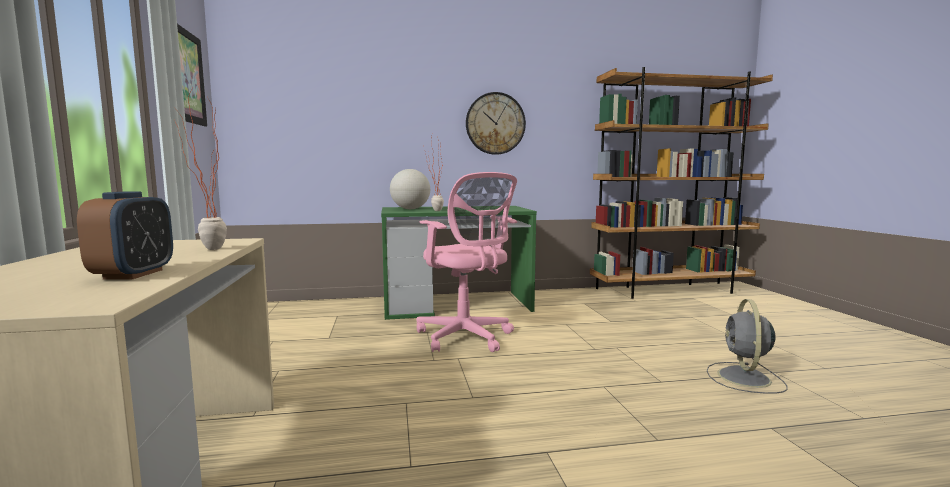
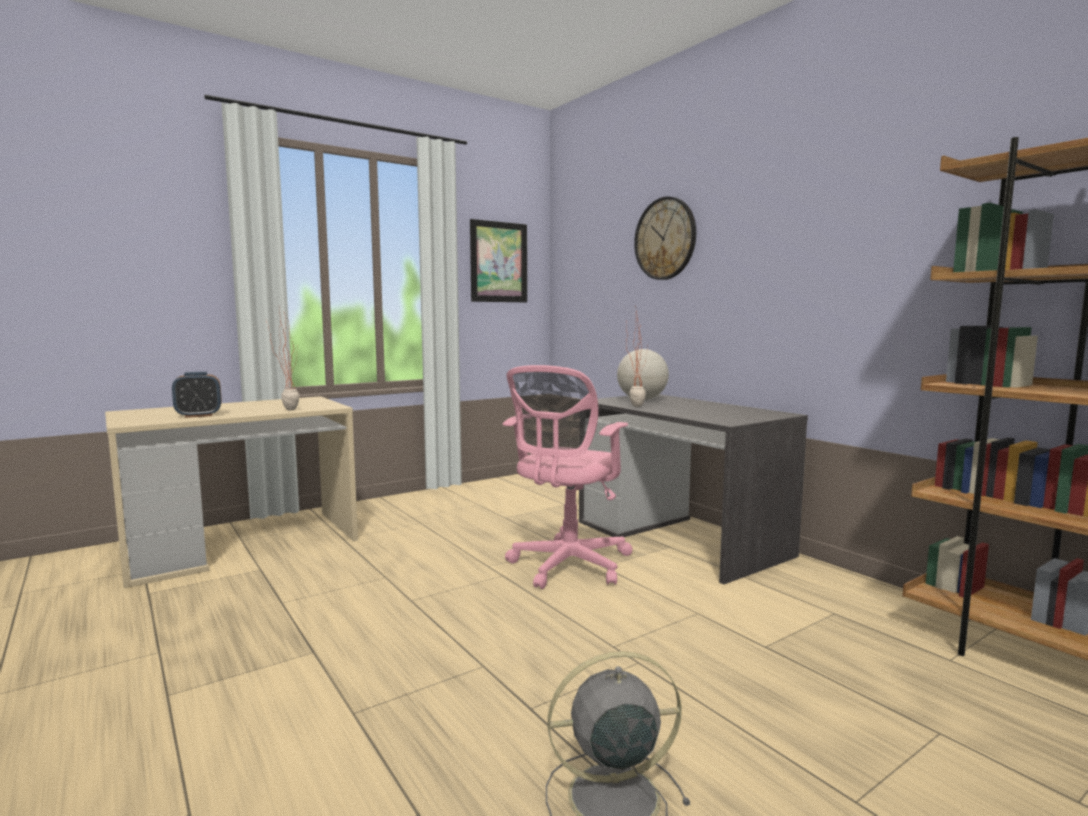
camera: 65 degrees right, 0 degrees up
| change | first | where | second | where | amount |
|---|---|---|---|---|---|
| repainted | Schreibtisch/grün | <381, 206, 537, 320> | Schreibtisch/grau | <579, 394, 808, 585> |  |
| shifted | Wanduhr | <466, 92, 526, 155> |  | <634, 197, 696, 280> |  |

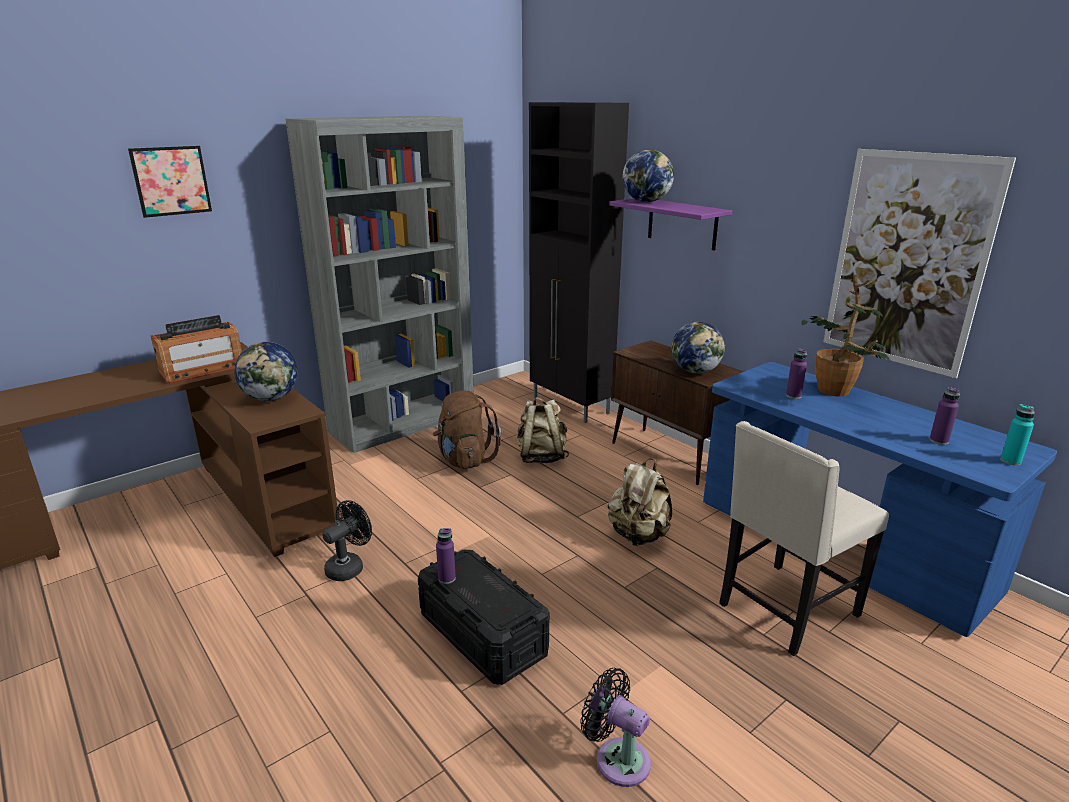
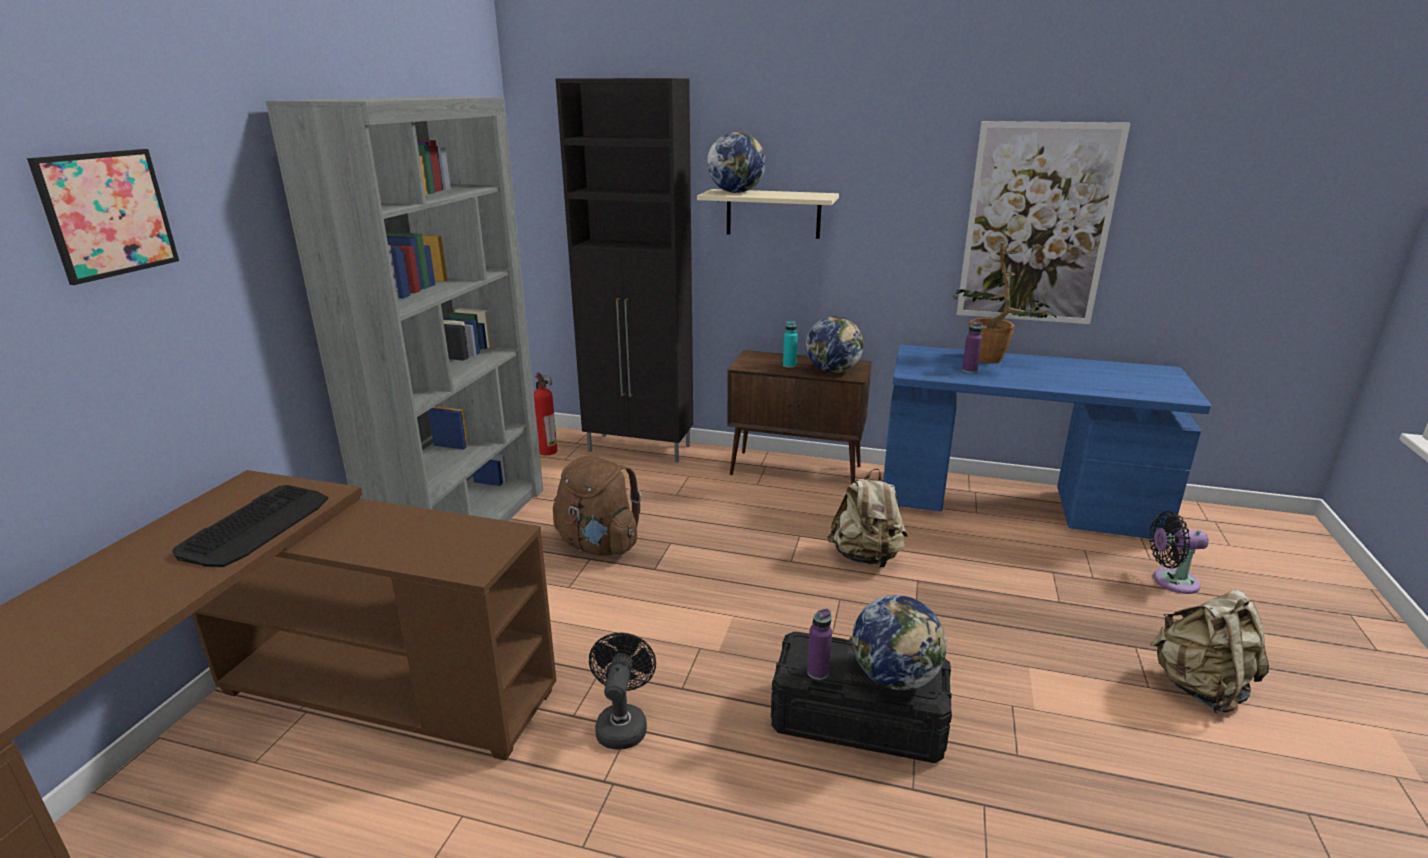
camera: 35 degrees left, 0 degrees up
| change | first | where | second | where | amount |
|---|---|---|---|---|---|
| swapped | Radio | <151, 315, 242, 384> | Tastatur | <172, 485, 328, 567> |  |
| shifted | Globus | <234, 342, 298, 401> |  | <852, 595, 947, 690> |  |
| shifted | Rucksack/beige | <516, 397, 569, 463> |  | <1150, 590, 1269, 713> |  |
| shifted | Ventilator/schwarz | <581, 668, 651, 787> |  | <1149, 511, 1209, 594> |  |
| repainted | Wandregal/lila | <609, 198, 732, 251> | Wandregal/beige | <697, 189, 839, 239> |  |
| gone | Stuhl/beige | <719, 421, 889, 656> |  |  |  |
| gone | Flasche/lila | <930, 387, 960, 445> |  |  |  |
| shifted | Flasche/türkis | <1000, 404, 1035, 466> |  | <783, 321, 798, 368> |  |
| new |  |  | Feuerlöscher | <534, 372, 557, 455> |  |

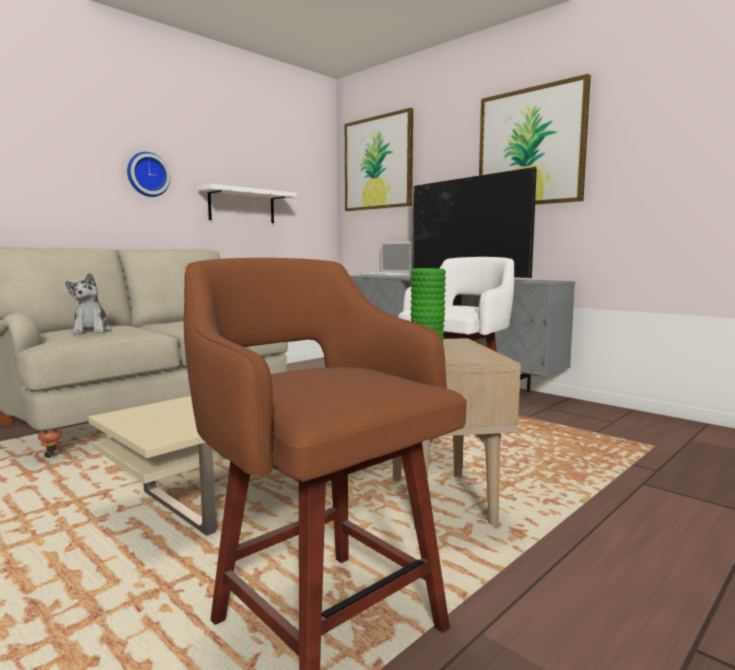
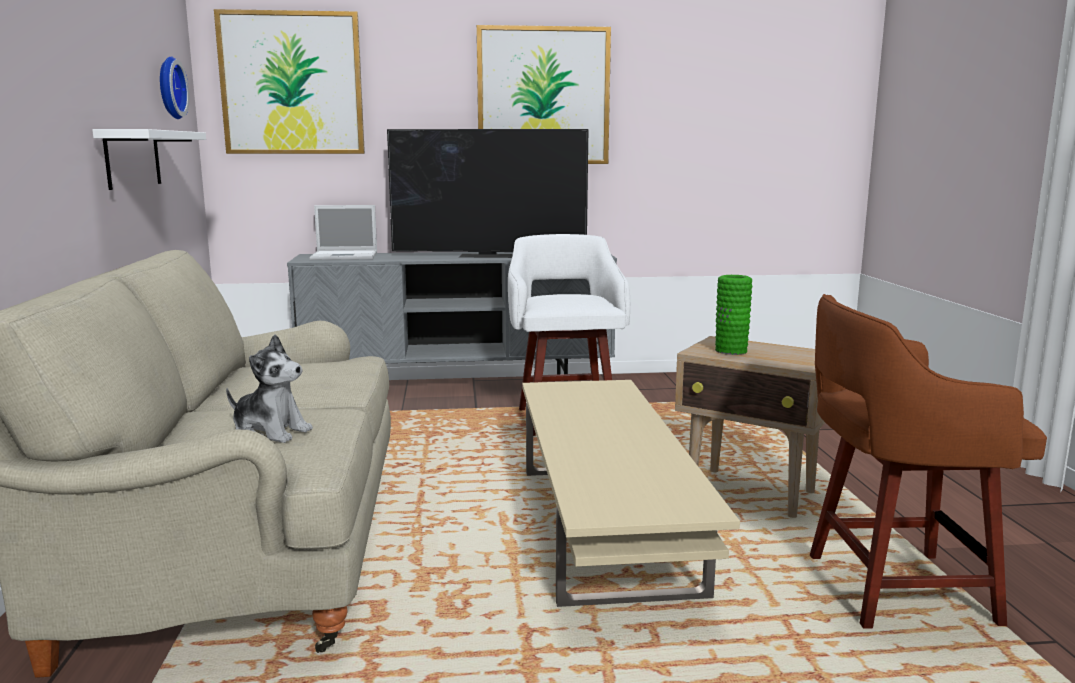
camera: 50 degrees left, 5 degrees up
| change | first | where | second | where | amount |
|---|---|---|---|---|---|
| shifted | Wanduhr | <127, 152, 170, 197> |  | <160, 56, 189, 119> |  |

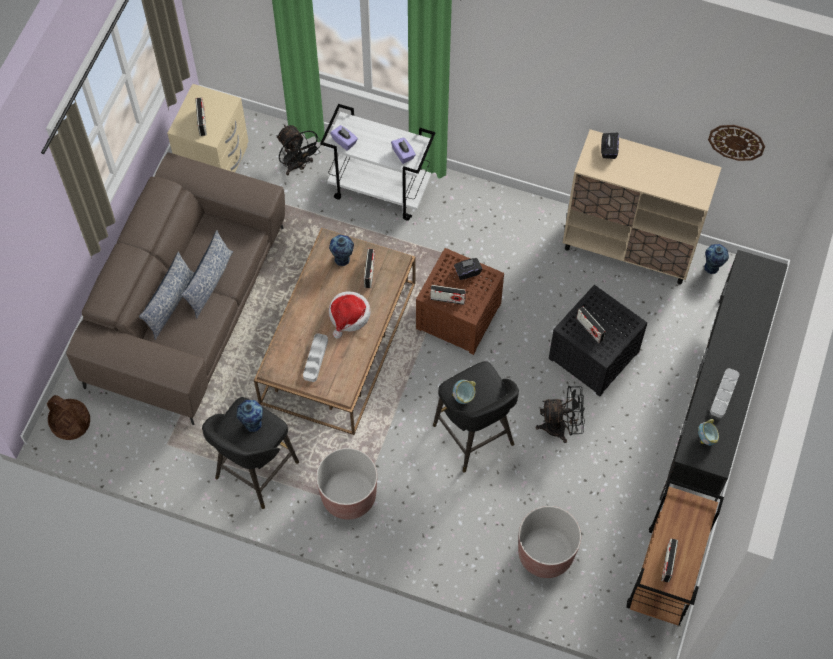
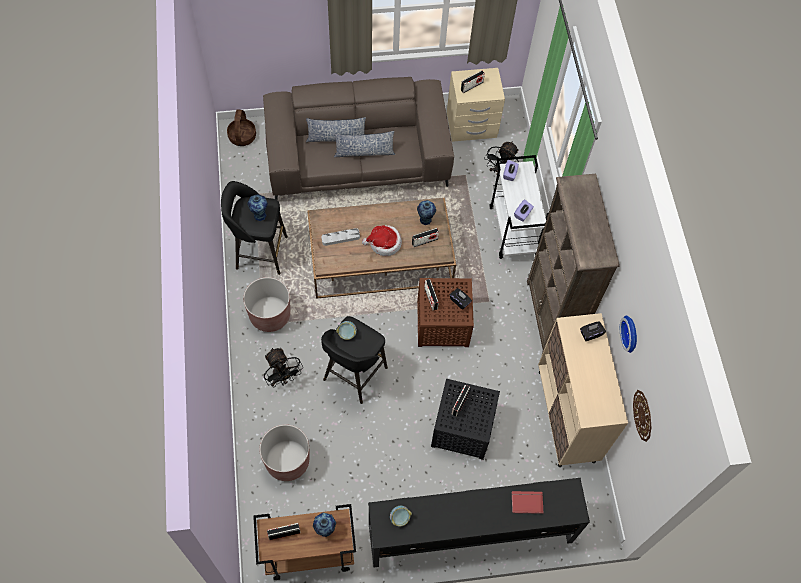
camera: 60 degrees right, 0 degrees up
| change | first | where | second | where | amount |
|---|---|---|---|---|---|
| shifted | Ventilator/schwarz | <535, 386, 585, 443> |  | <264, 348, 303, 387> |  |
| shifted | Vase | <704, 244, 729, 274> |  | <313, 513, 336, 537> |  |
| gone | Tablett/grau | <710, 368, 739, 418> |  |  |  |
| new |  |  | Buch/rot | <512, 491, 544, 514> |  |
| new |  |  | Bücherregal/braun | <527, 174, 620, 353> |  |
| new |  |  | Wanduhr | <620, 316, 637, 353> |  |

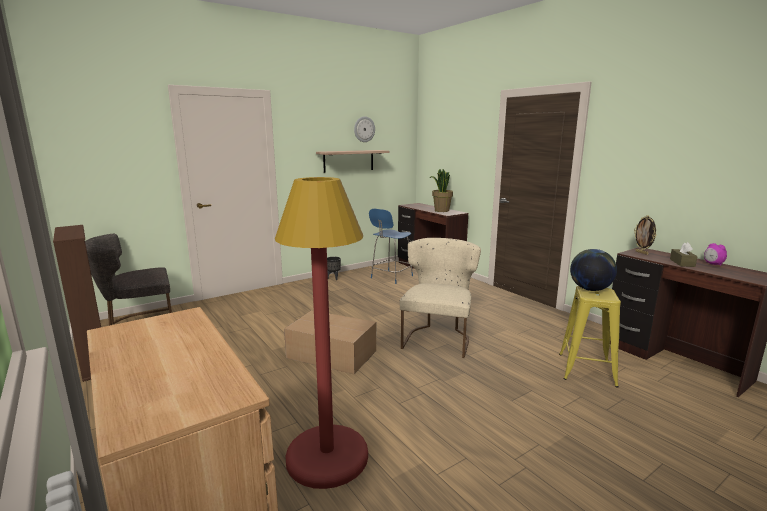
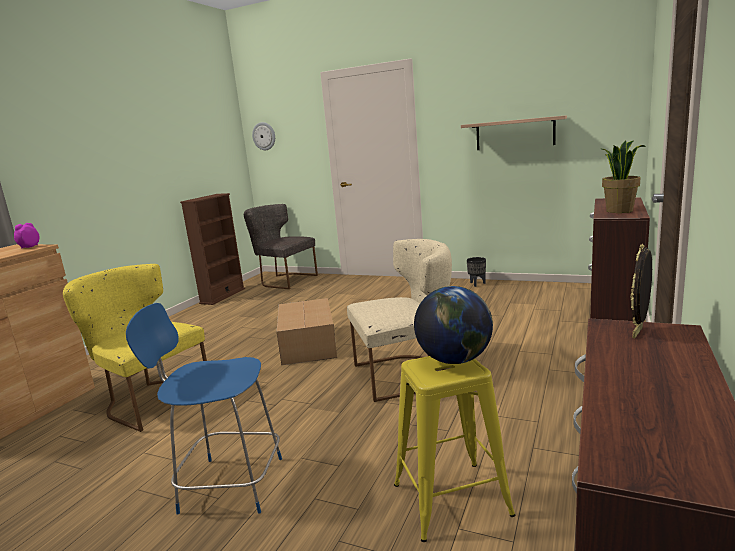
camera: 60 degrees right, 0 degrees up
| change | first | where | second | where | amount |
|---|---|---|---|---|---|
| swapped | Stehlampe/rot | <275, 177, 368, 489> | Stuhl/gelb | <63, 264, 207, 432> |  |
| shifted | Wanduhr | <354, 116, 375, 142> |  | <252, 122, 275, 150> |  |
| shifted | Hocker/blau | <369, 209, 413, 284> |  | <126, 303, 282, 515> |  |
| gone | Taschentuchbox/braun | <670, 242, 698, 267> |  |  |  |
| shifted | Wecker | <704, 243, 727, 266> |  | <14, 223, 40, 249> |  |

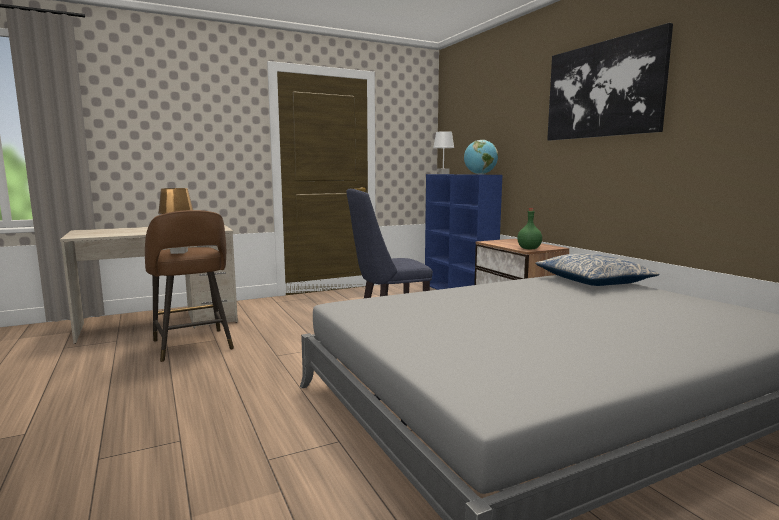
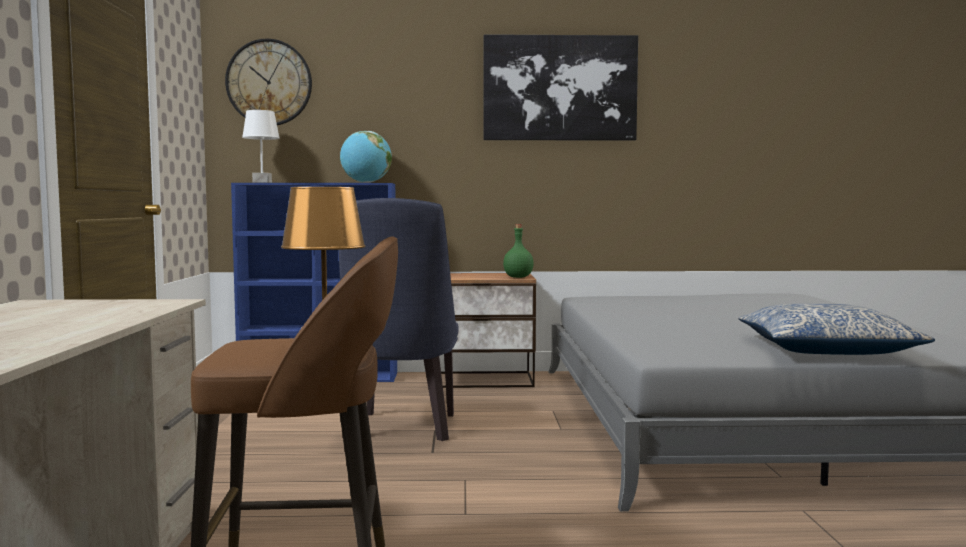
camera: 65 degrees left, 5 degrees down
| change | first | where | second | where | amount |
|---|---|---|---|---|---|
| shifted | Kissen | <535, 253, 660, 286> |  | <739, 304, 935, 355> |  |
| new |  |  | Wanduhr | <225, 39, 312, 125> |  |

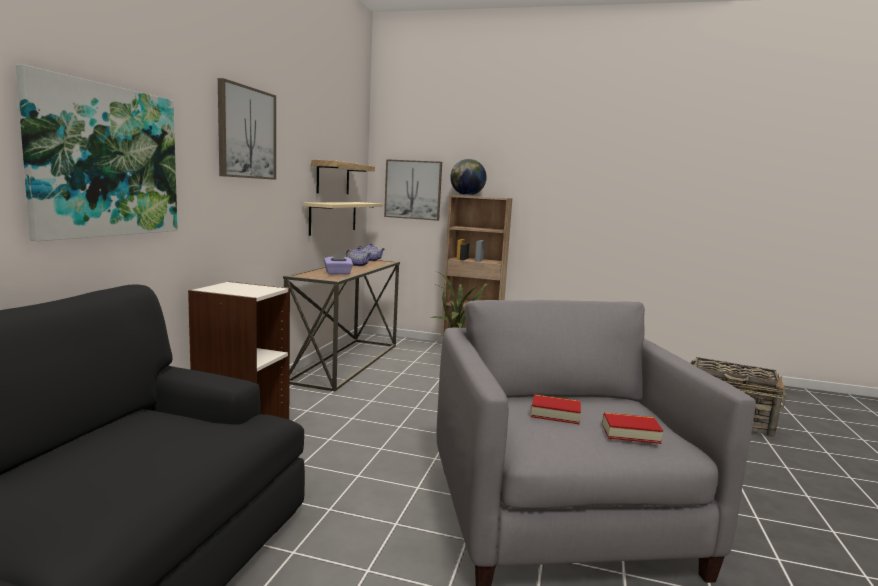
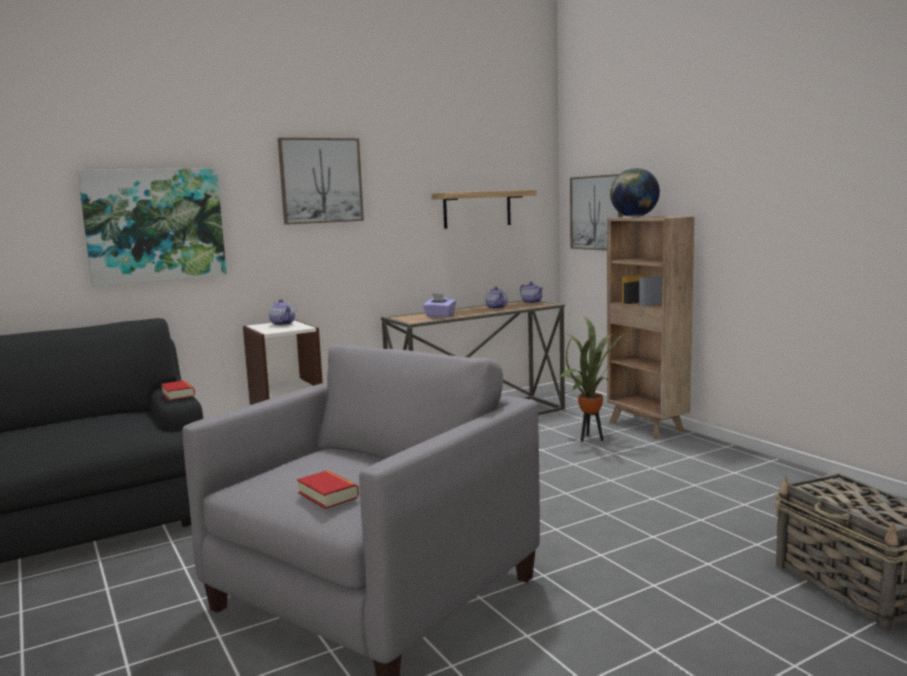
camera: 45 degrees right, 0 degrees up
| change | first | where | second | where | amount |
|---|---|---|---|---|---|
| gone | Wandregal/beige | <303, 202, 383, 236> |  |  |  |
| shifted | Buch | <531, 394, 581, 424> |  | <161, 380, 195, 401> |  |
| new |  |  | Teekanne | <269, 299, 295, 326> |  |

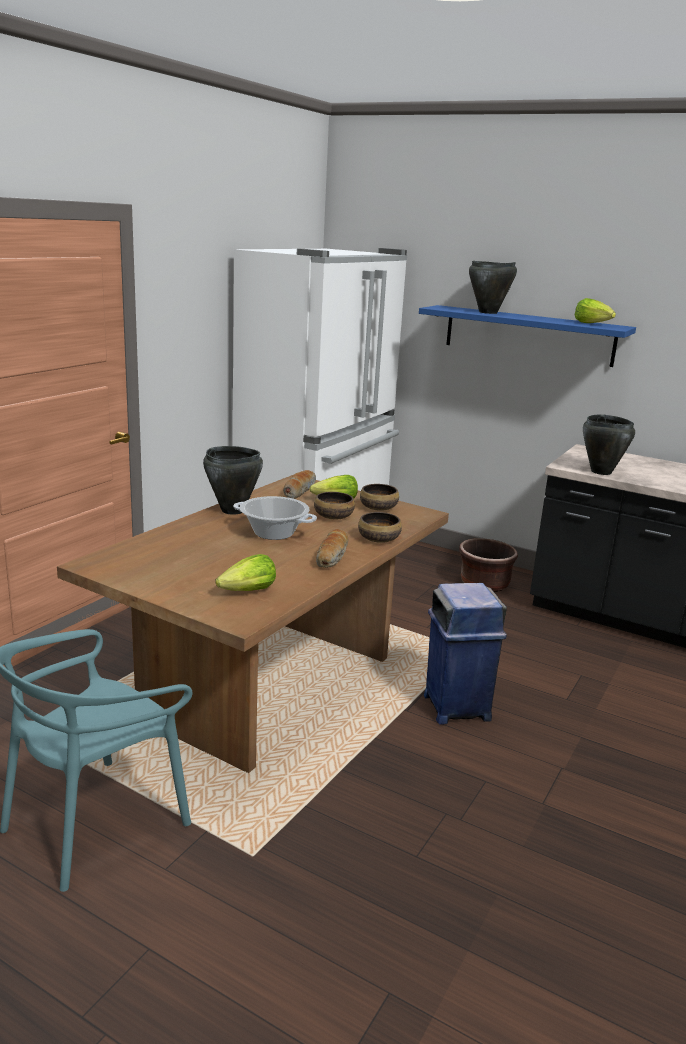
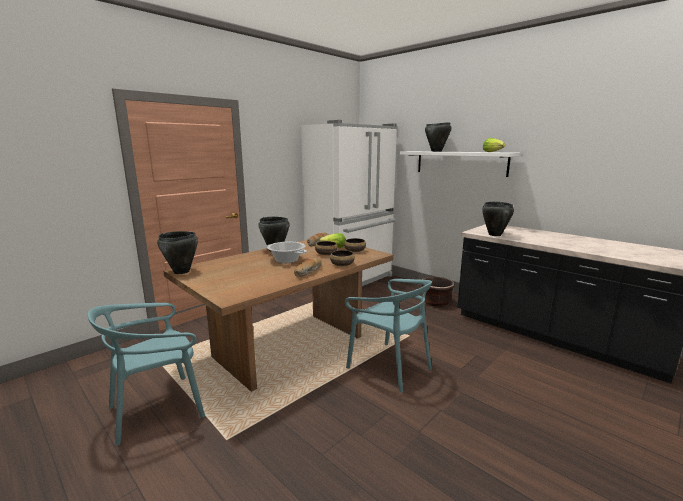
camera: 15 degrees right, 5 degrees down
| change | first | where | second | where | amount |
|---|---|---|---|---|---|
| gone | Salatkopf | <215, 554, 276, 591> |  |  |  |
| repainted | Wandregal/blau | <419, 305, 636, 367> | Wandregal/weiß | <400, 151, 520, 177> |  |
| swapped | Mülleimer/blau | <424, 583, 507, 725> | Stuhl/türkis | <345, 279, 432, 393> |  |
| new |  |  | Kochtopf/schwarz | <157, 231, 198, 274> |  |

